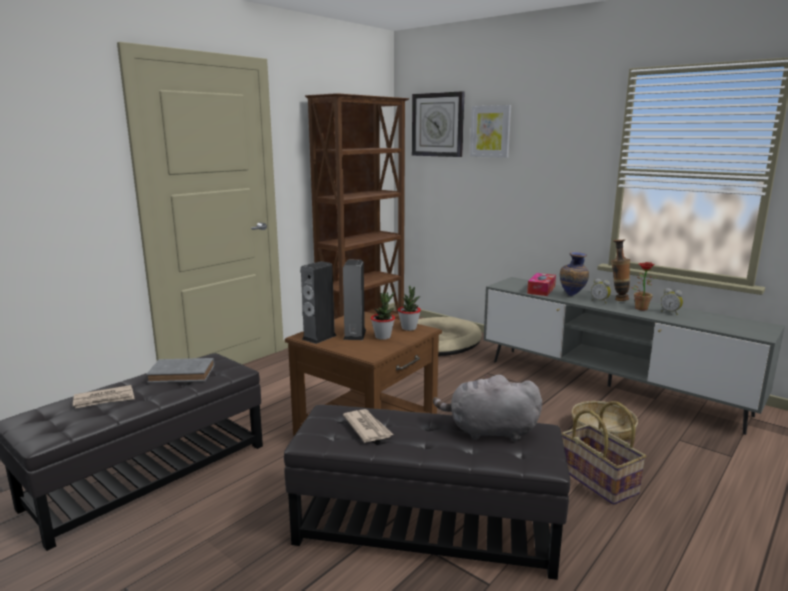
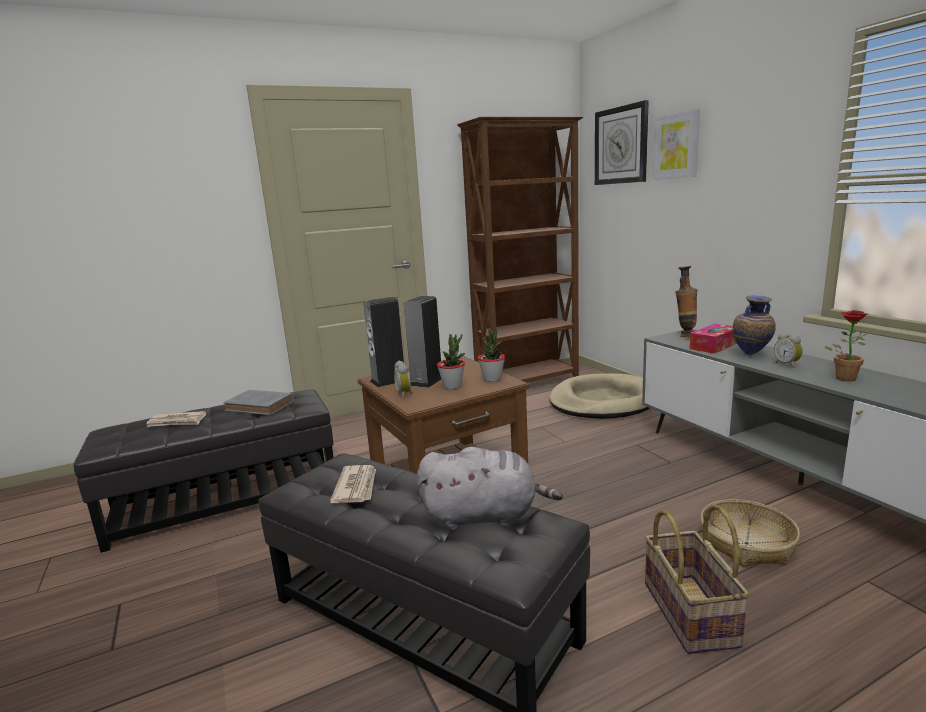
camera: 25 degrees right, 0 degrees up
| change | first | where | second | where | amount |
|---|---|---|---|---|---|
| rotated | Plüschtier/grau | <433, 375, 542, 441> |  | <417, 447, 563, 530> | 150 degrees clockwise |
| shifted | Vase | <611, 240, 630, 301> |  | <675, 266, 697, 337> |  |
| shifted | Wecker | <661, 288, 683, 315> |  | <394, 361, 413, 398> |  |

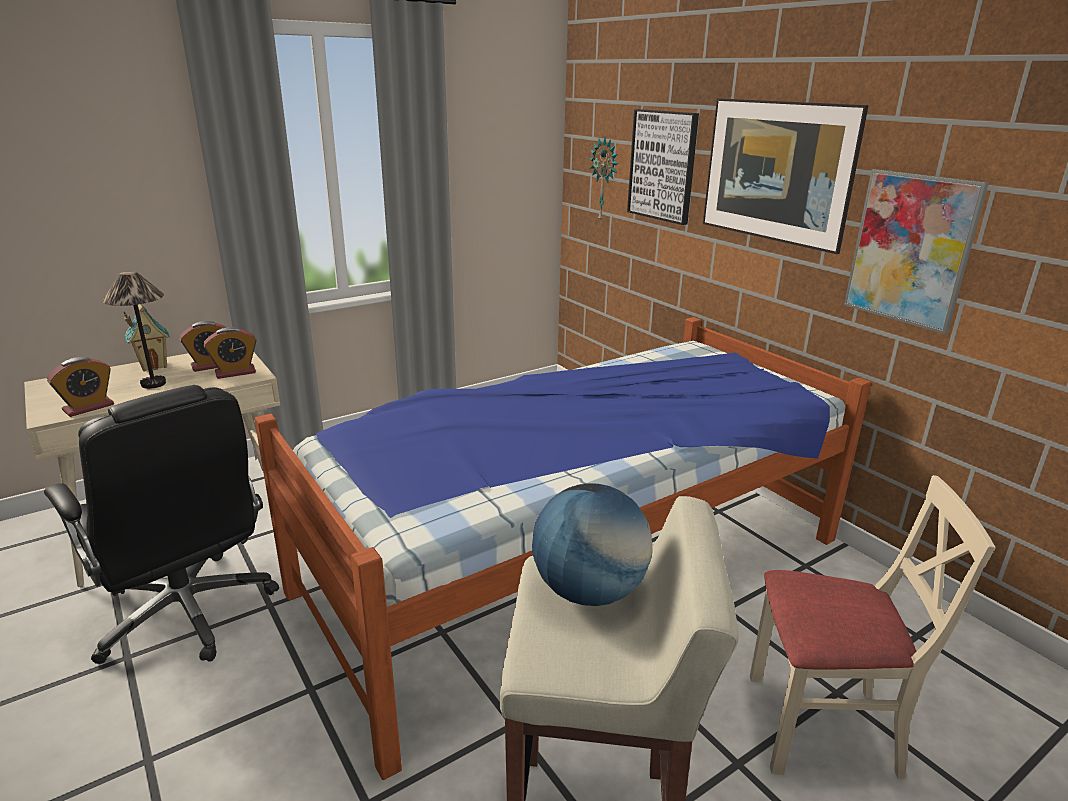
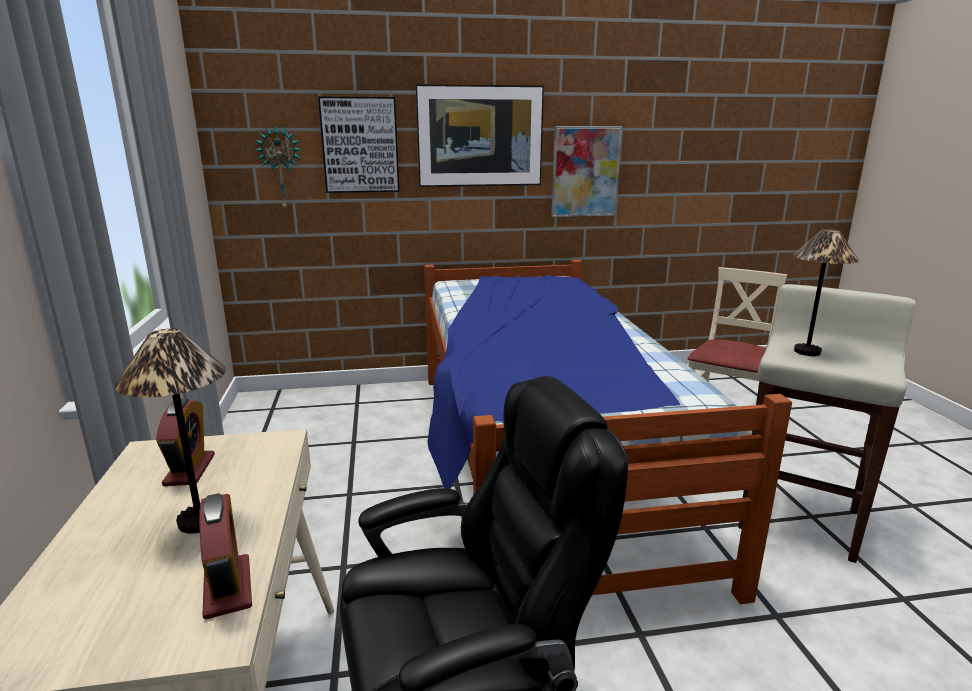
camera: 65 degrees left, 5 degrees down
| change | first | where | second | where | amount |
|---|---|---|---|---|---|
| gone | Spielzeughaus | <123, 304, 170, 371> |  |  |  |
| gone | Wecker | <204, 327, 257, 379> |  |  |  |
| swapped | Globus | <532, 483, 652, 606> | Tischlampe | <793, 229, 859, 356> |  |

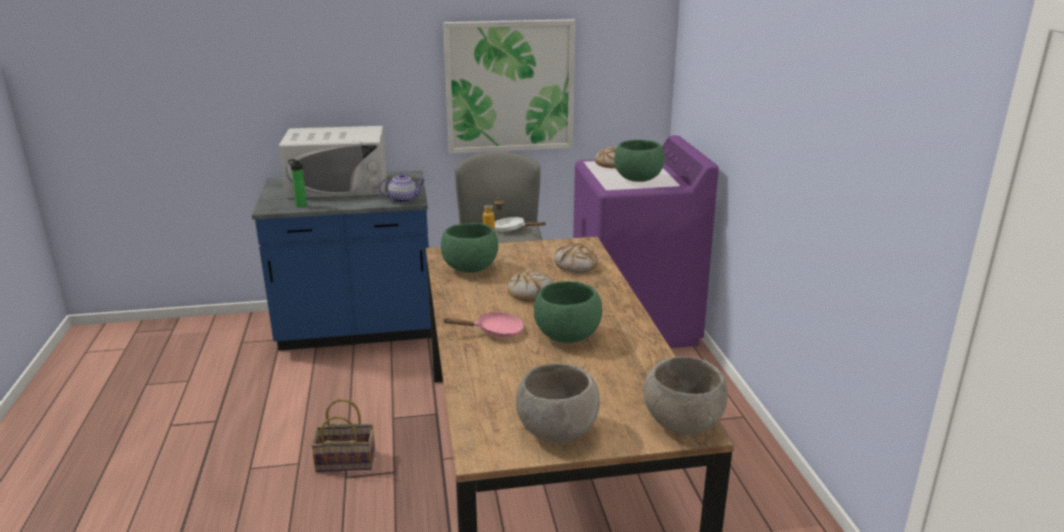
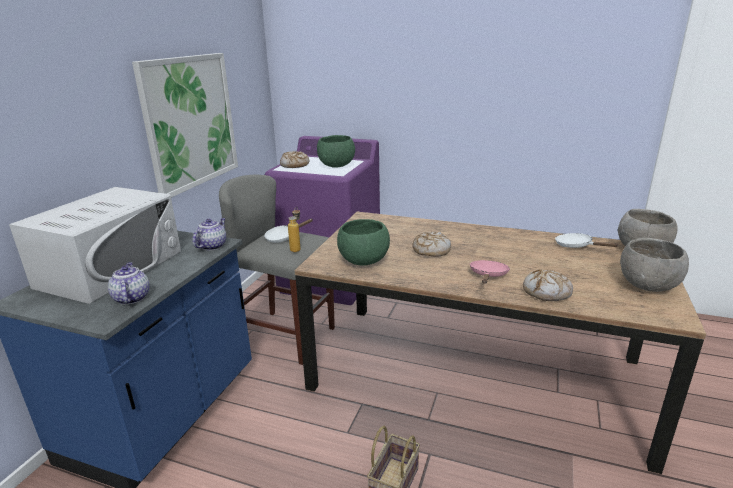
camera: 60 degrees left, 0 degrees up
| change | first | where | second | where | amount |
|---|---|---|---|---|---|
| swapped | Flasche | <288, 159, 307, 208> | Teekanne | <108, 262, 149, 305> |  |
| gone | Schüssel/grün | <534, 281, 602, 343> |  |  |  |
| shifted | Brot | <555, 244, 598, 273> |  | <523, 270, 573, 301> |  |
| new |  |  | Pfanne/weiß | <555, 233, 618, 248> |  |

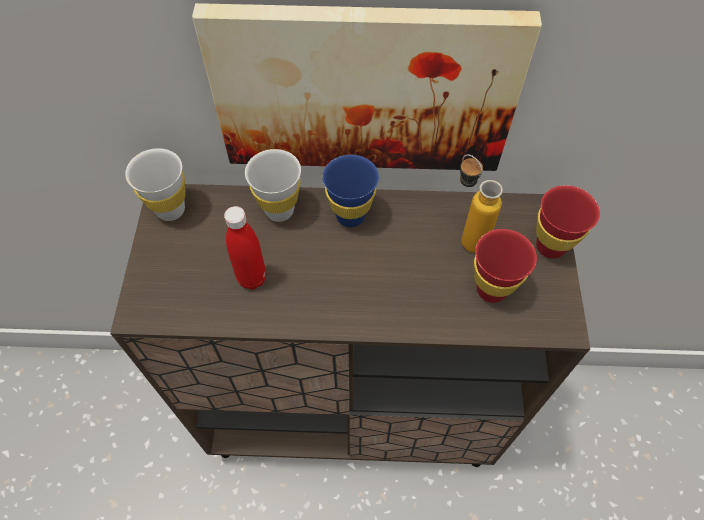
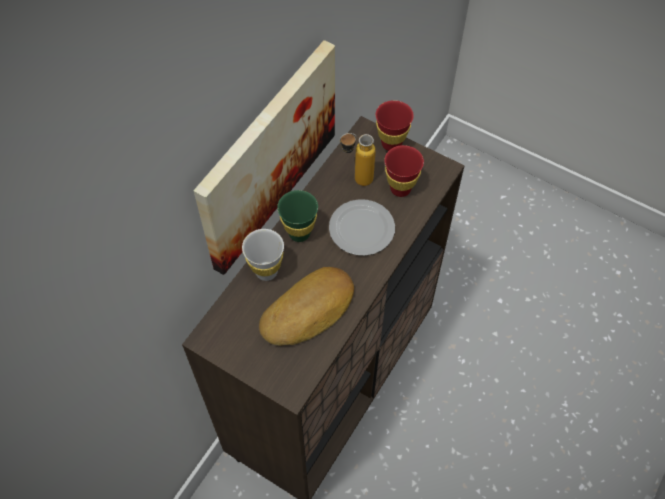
camera: 60 degrees left, 0 degrees up
| change | first | where | second | where | amount |
|---|---|---|---|---|---|
| gone | Tasse/weiß | <125, 148, 186, 221> |  |  |  |
| swapped | Flasche/rot | <224, 206, 266, 289> | Brot | <259, 267, 354, 346> |  |
| repainted | Tasse/blau | <322, 155, 379, 227> | Tasse/grün | <277, 190, 318, 242> |  |
| new |  |  | Teller | <329, 199, 395, 256> |  |

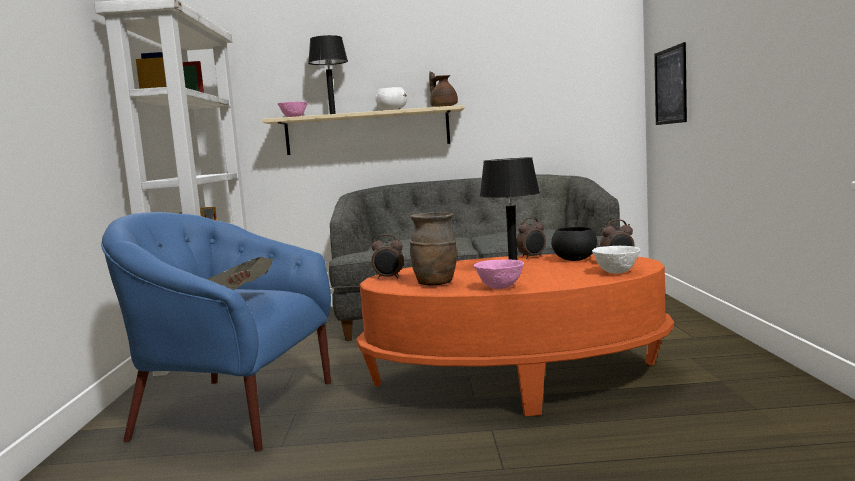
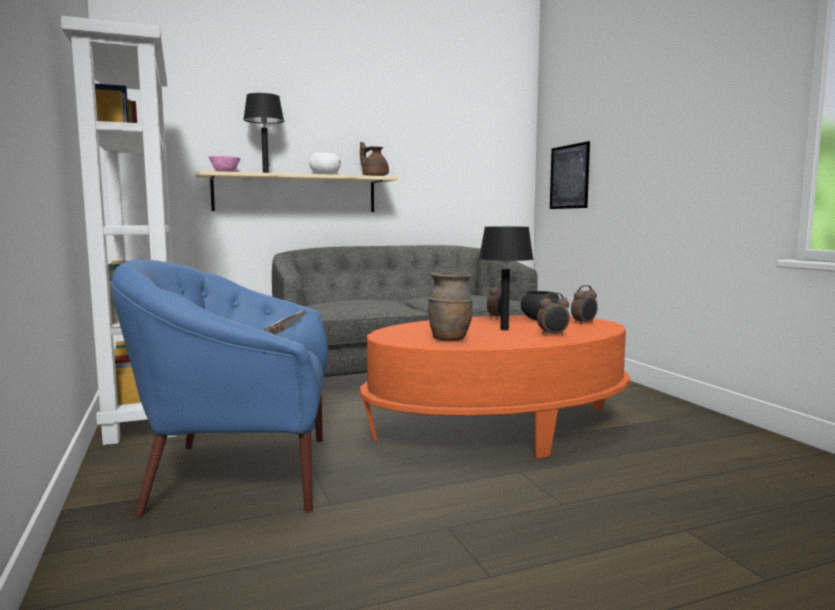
camera: 20 degrees left, 0 degrees up
| change | first | where | second | where | amount |
|---|---|---|---|---|---|
| shifted | Wecker | <371, 234, 404, 279> |  | <537, 293, 570, 336> |  |
| gone | Schüssel/rosa | <474, 260, 524, 289> |  |  |  |
| gone | Schüssel/weiß | <592, 246, 641, 274> |  |  |  |

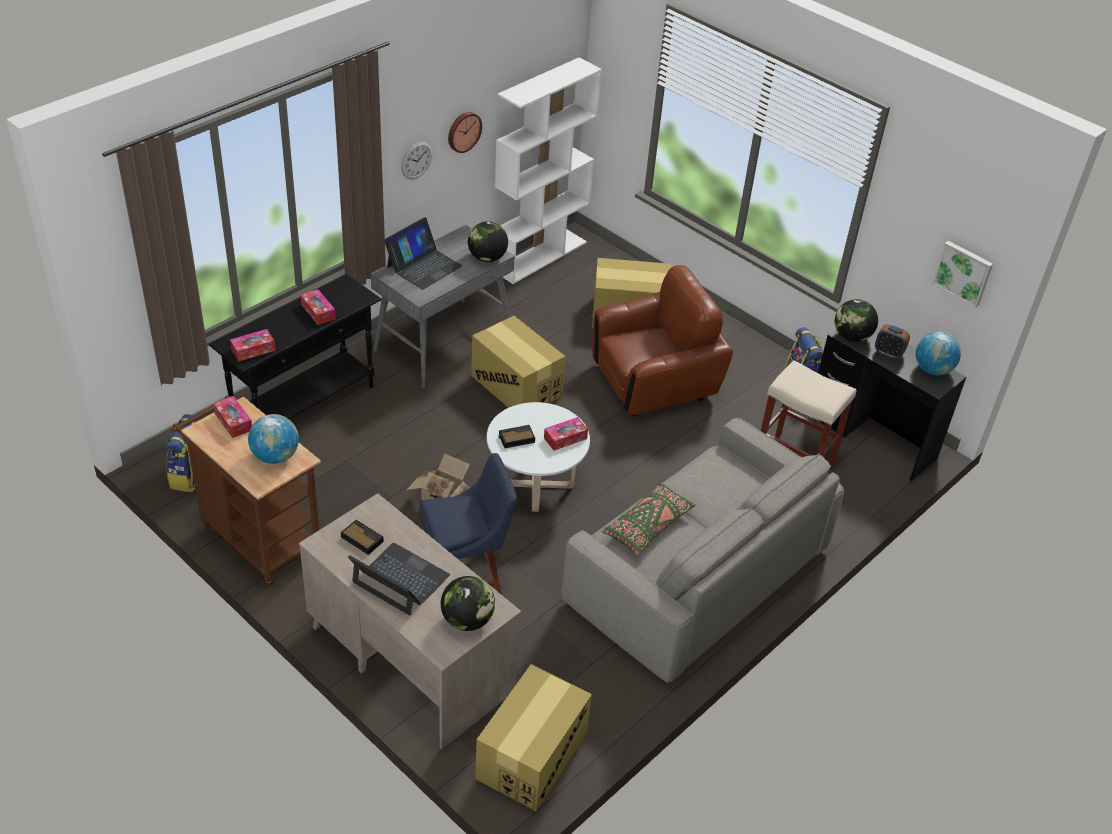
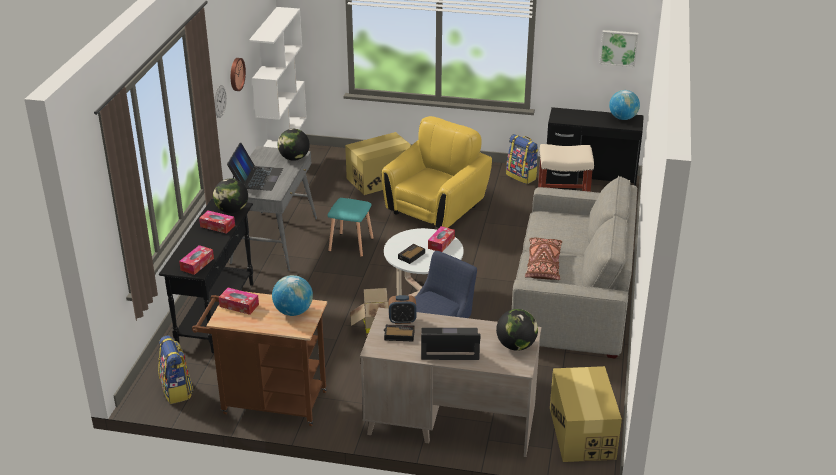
camera: 30 degrees left, 10 degrees down
| change | first | where | second | where | amount |
|---|---|---|---|---|---|
| swapped | Karton | <471, 316, 565, 408> | Hocker/türkis | <328, 198, 374, 257> |  |
| repainted | Sessel/braun | <592, 265, 733, 416> | Sessel/gelb | <382, 116, 492, 228> |  |
| repainted | Kissen/grün | <601, 483, 696, 556> | Kissen/braun | <525, 238, 562, 280> |  |
| shifted | Globus | <835, 299, 878, 342> |  | <213, 178, 248, 213> |  |
| shifted | Wecker | <875, 324, 910, 359> |  | <389, 295, 417, 324> |  |

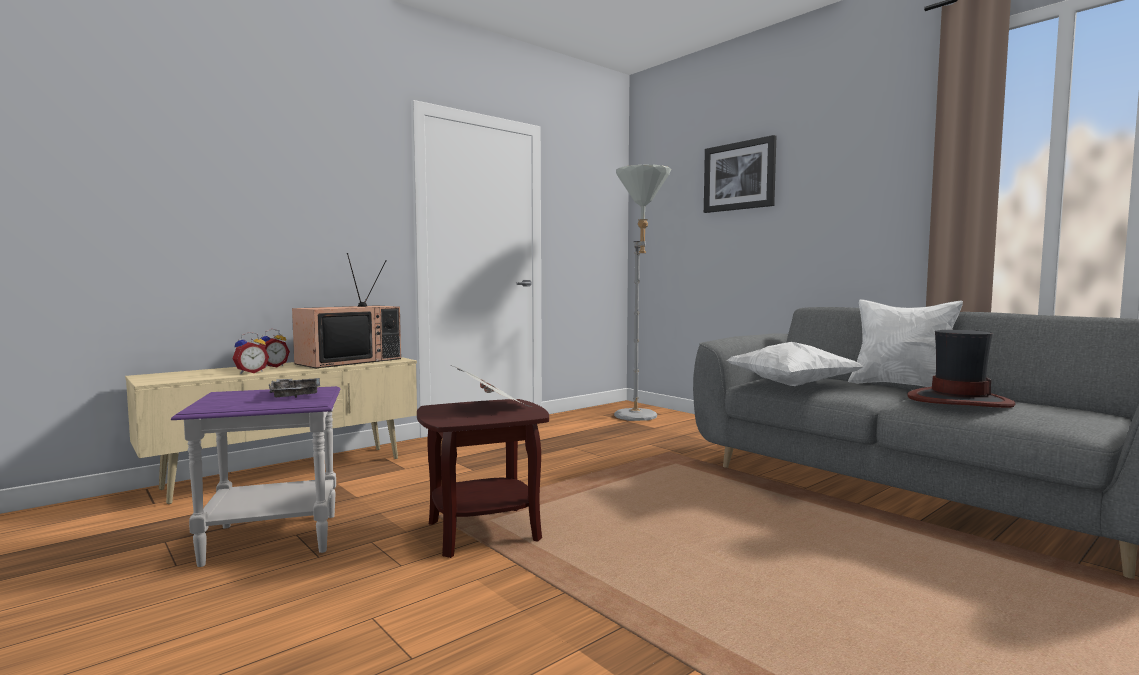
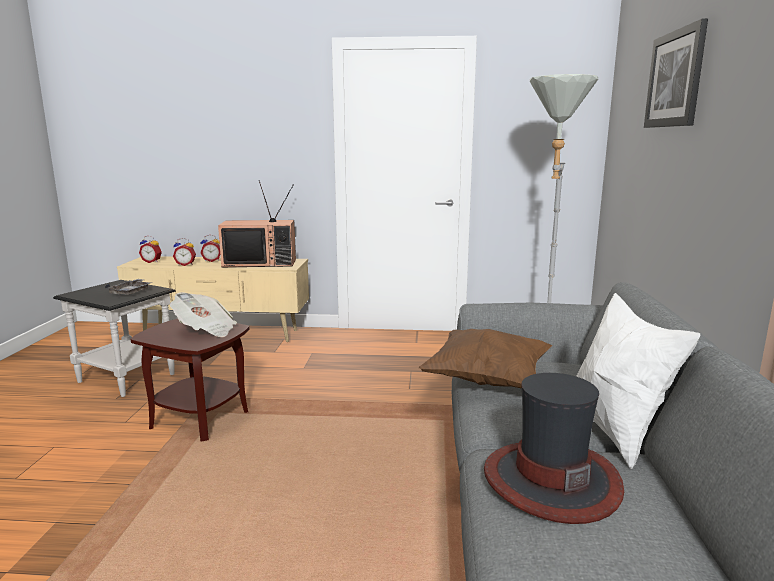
camera: 45 degrees right, 10 degrees up
| change | first | where | second | where | amount |
|---|---|---|---|---|---|
| repainted | Beistelltisch/lila | <171, 386, 341, 567> | Beistelltisch/schwarz | <53, 280, 176, 397> |  |
| repainted | Kissen/weiß | <727, 342, 864, 386> | Kissen/braun | <419, 329, 552, 389> |  |
| new |  |  | Wecker | <139, 236, 162, 263> |  |

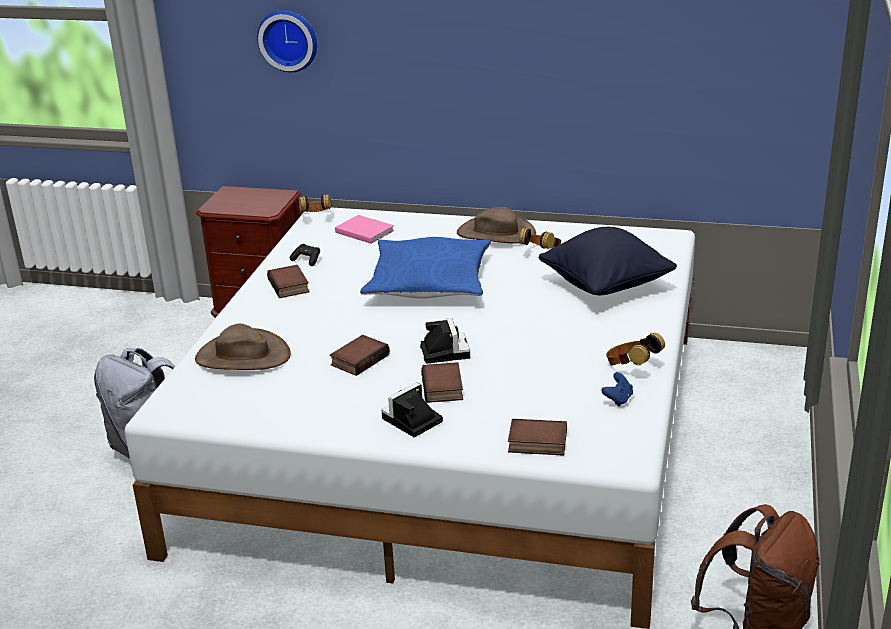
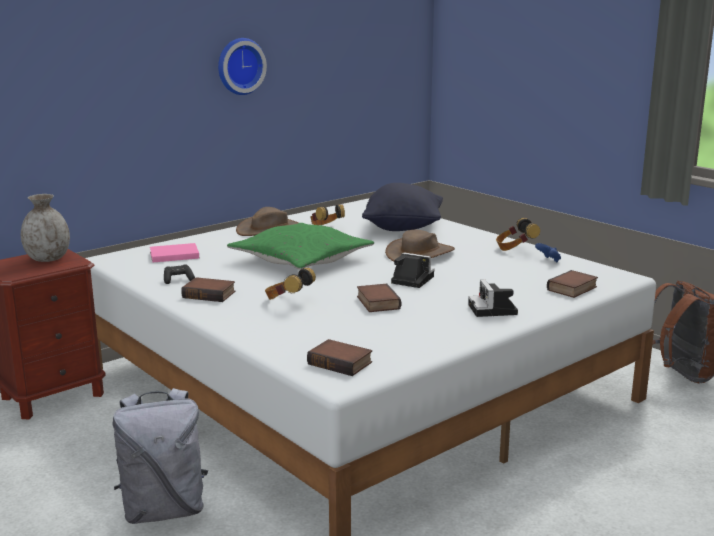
camera: 55 degrees left, 10 degrees down
| change | first | where | second | where | amount |
|---|---|---|---|---|---|
| shifted | Hut/braun | <195, 323, 291, 370> |  | <385, 230, 455, 261> |  |
| shifted | Wanduhr | <257, 10, 317, 72> |  | <218, 38, 267, 95> |  |
| shifted | Kopfhörer | <298, 194, 332, 212> |  | <265, 268, 316, 300> |  |
| repainted | Kissen/blau | <360, 237, 491, 299> | Kissen/grün | <227, 223, 374, 269> |  |
| shifted | Buch | <421, 362, 463, 403> |  | <307, 339, 372, 376> |  |
| new |  |  | Vase/grau | <21, 194, 70, 262> |  |

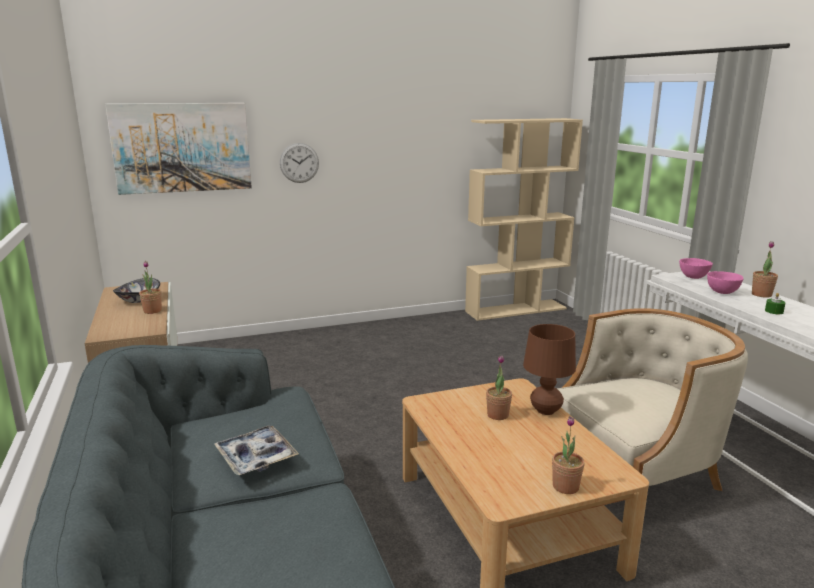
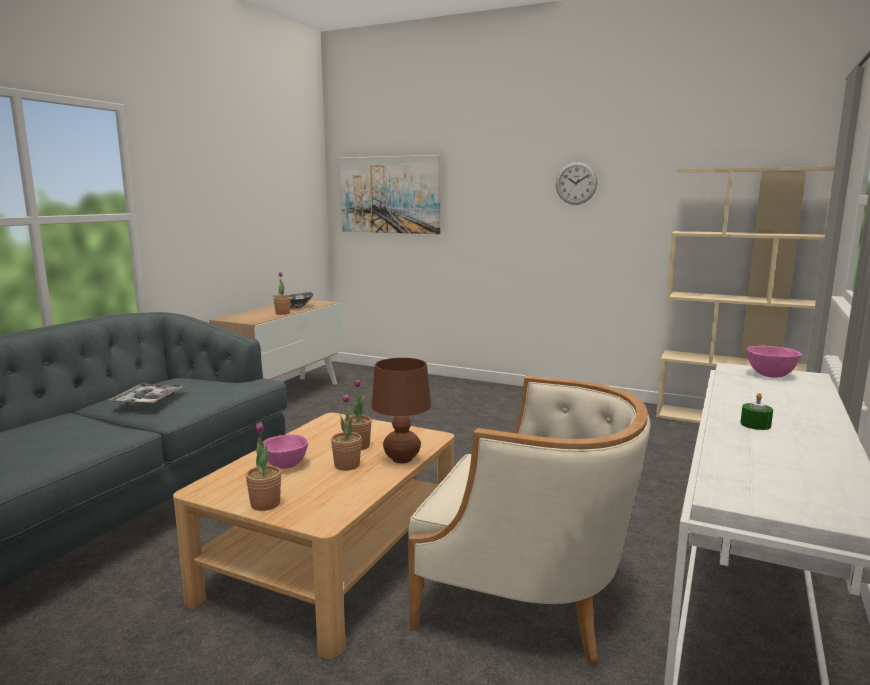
camera: 45 degrees right, 5 degrees down
| change | first | where | second | where | amount |
|---|---|---|---|---|---|
| shifted | Wanduhr | <280, 143, 319, 183> |  | <556, 162, 597, 205> |  |
| shifted | Schüssel/rosa | <707, 271, 744, 294> |  | <263, 434, 308, 469> |  |
| shifted | Topfpflanze | <752, 241, 778, 298> |  | <331, 393, 362, 471> |  |

